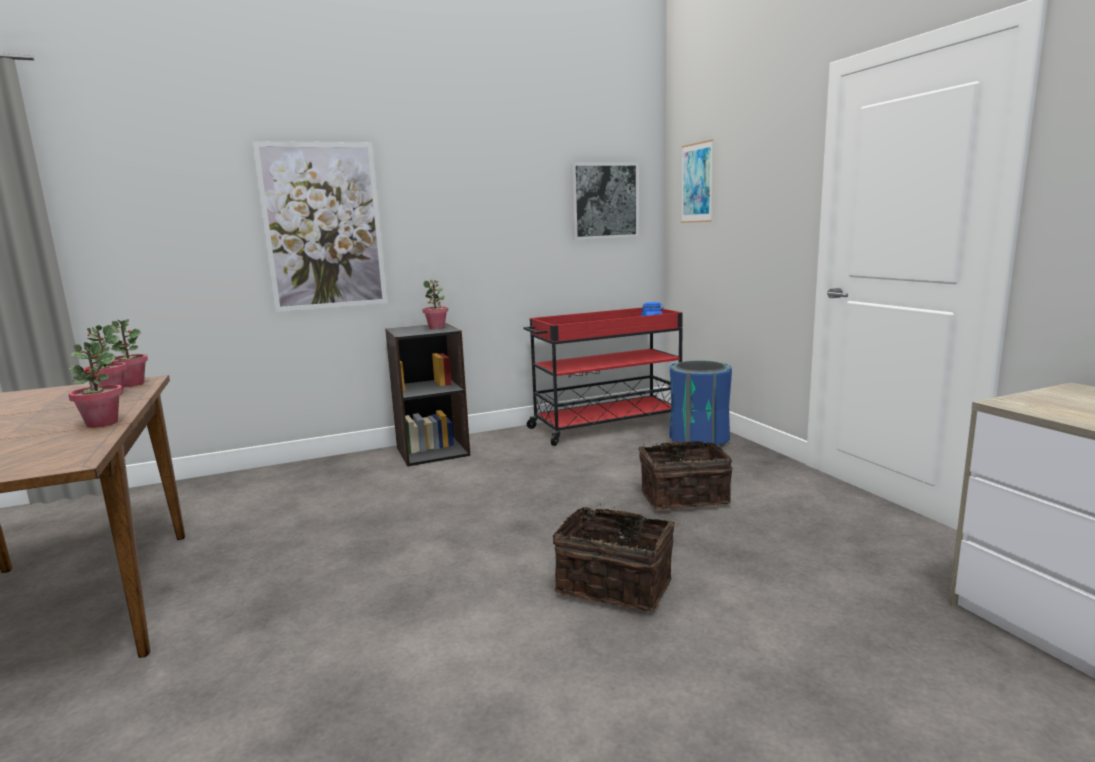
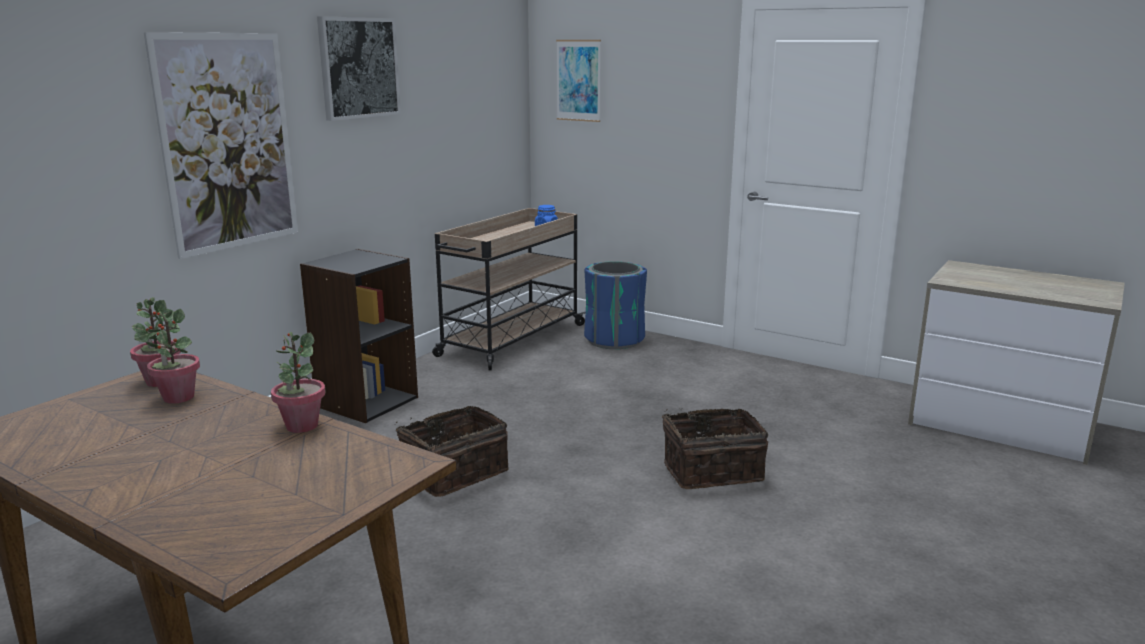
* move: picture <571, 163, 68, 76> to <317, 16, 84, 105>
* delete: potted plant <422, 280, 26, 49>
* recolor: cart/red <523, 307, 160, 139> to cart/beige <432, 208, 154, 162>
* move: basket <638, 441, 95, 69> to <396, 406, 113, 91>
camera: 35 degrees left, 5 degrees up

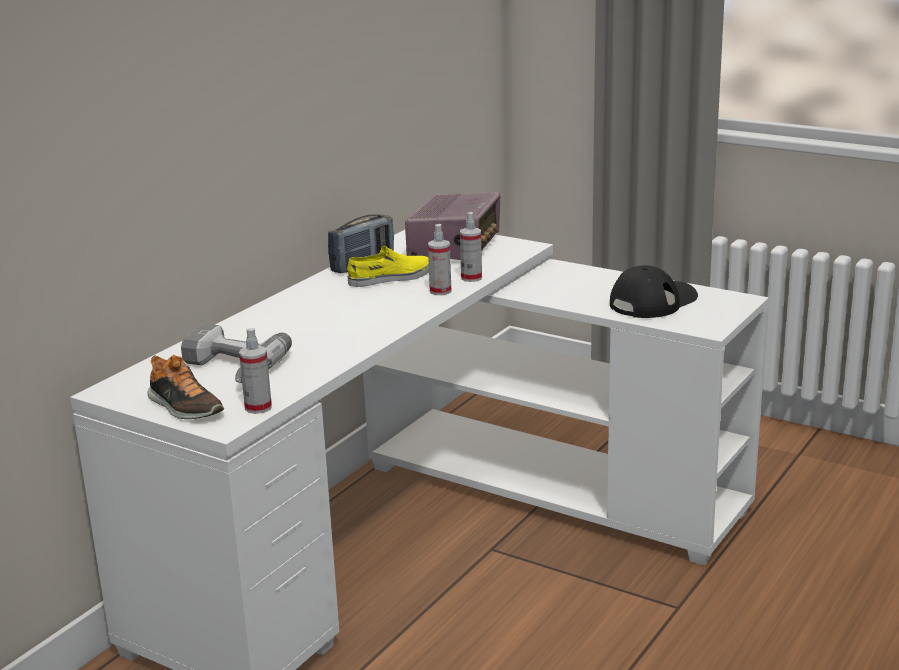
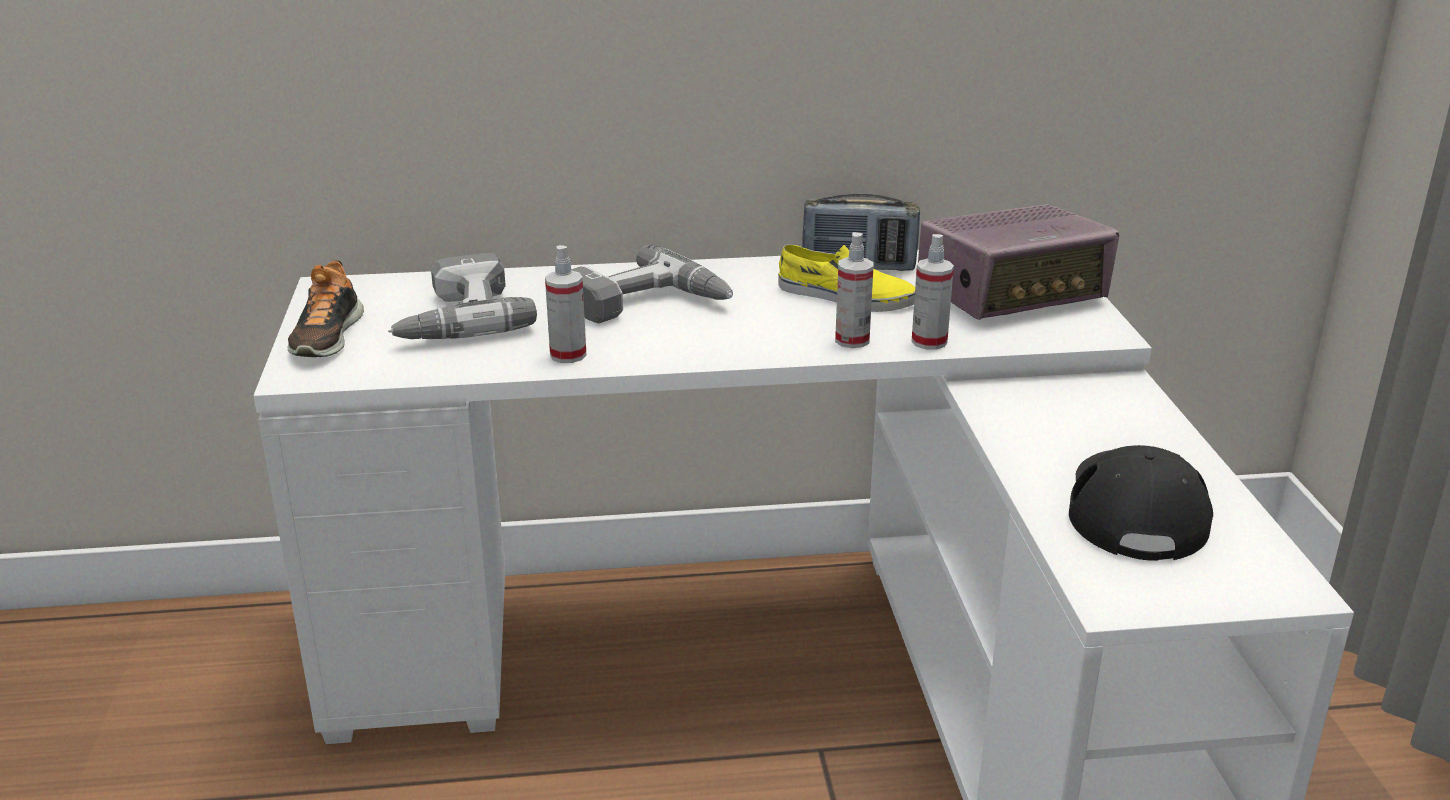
* rotate: cap/black <610, 265, 88, 53> = <1069, 445, 144, 116> 90 degrees counterclockwise
* move: spray bottle <239, 328, 33, 86> to <545, 245, 41, 118>
* insert: power drill <571, 245, 162, 78>
camera: 50 degrees right, 5 degrees up

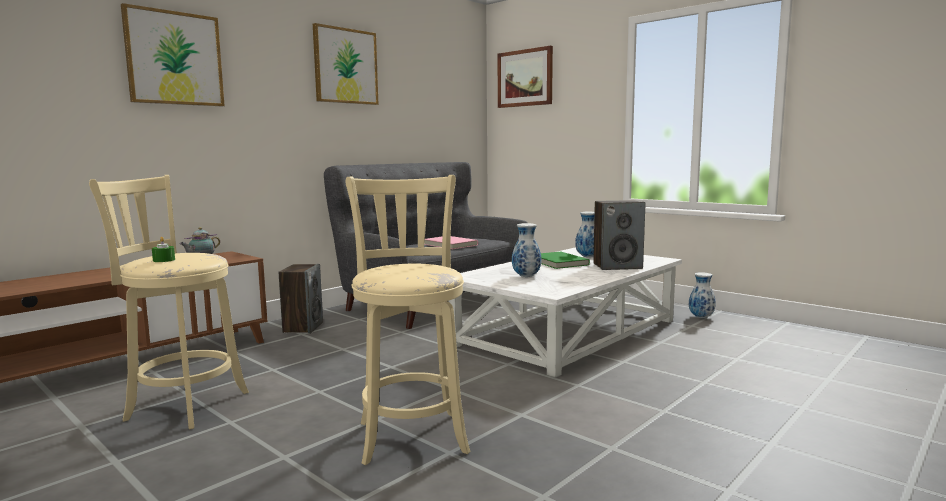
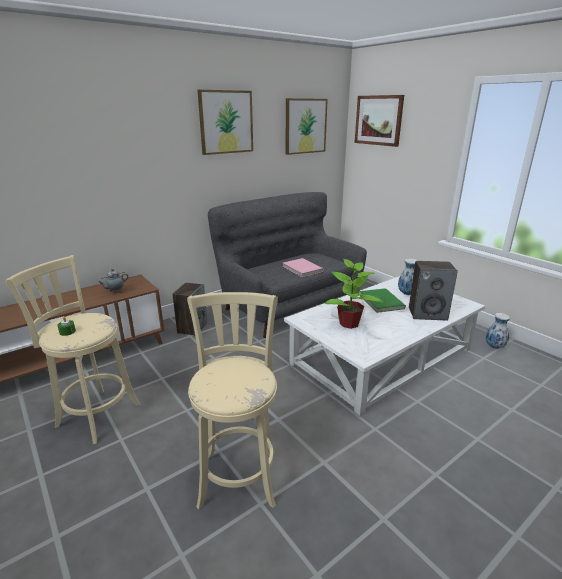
* move: picture <121, 3, 104, 103> to <286, 98, 42, 57>
* replace: vase <512, 223, 29, 54> to potted plant <325, 259, 60, 70>
camera: 10 degrees right, 15 degrees up

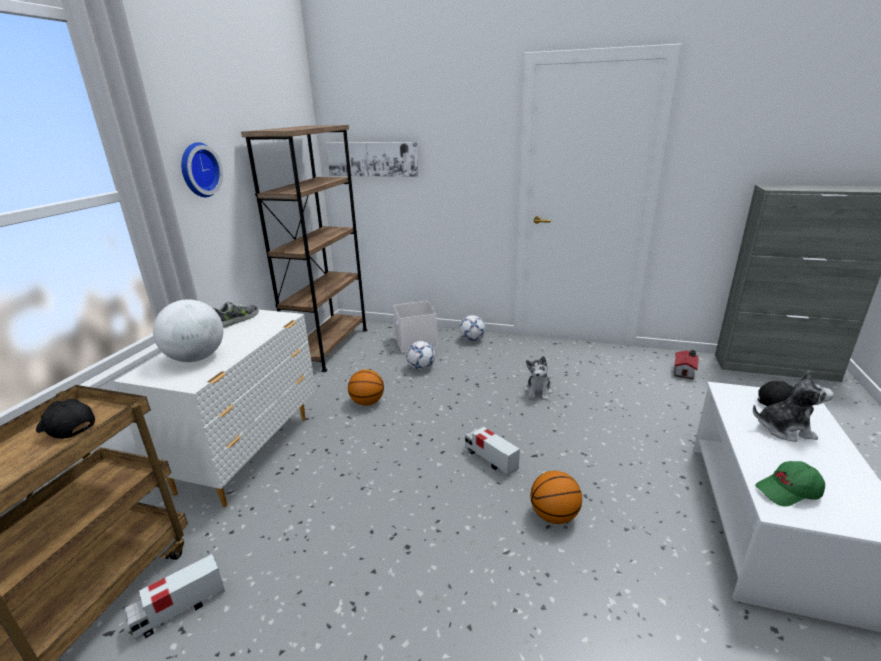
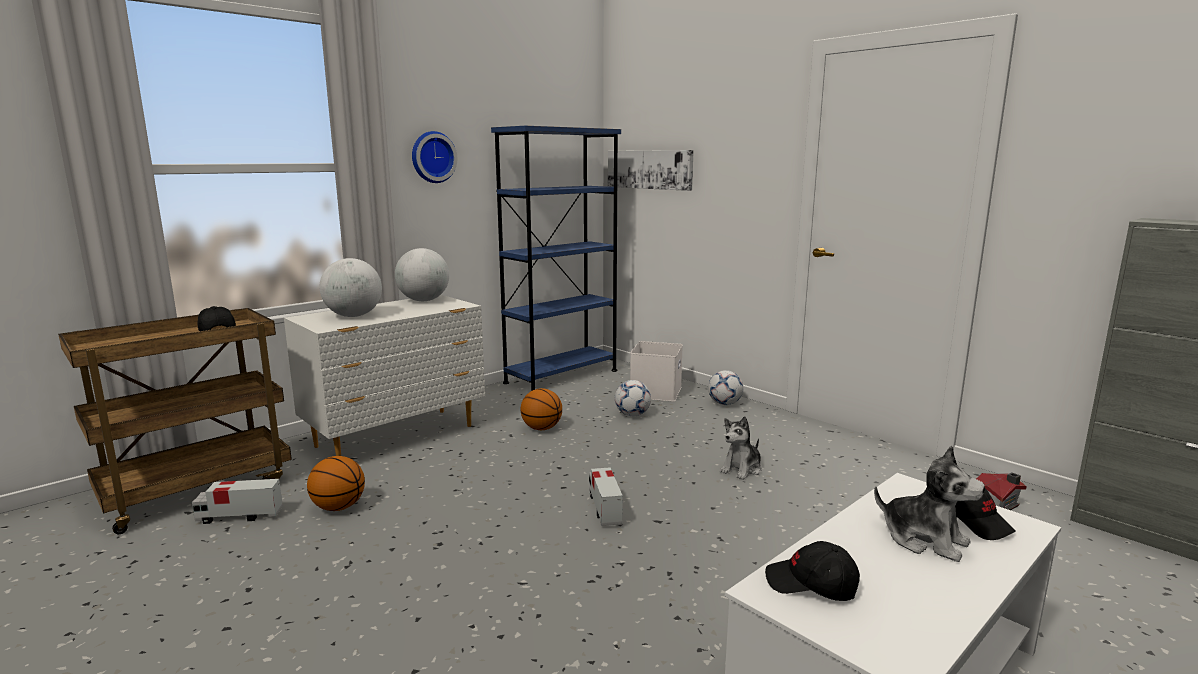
* recolor: bookcase/brown <241, 125, 127, 247> to bookcase/blue <491, 126, 130, 265>
* replace: shoe <213, 302, 46, 26> to globe <395, 248, 54, 53>
* recolor: cap/green <755, 461, 70, 46> to cap/black <765, 541, 95, 60>
* move: basketball <530, 471, 52, 53> to <307, 456, 58, 55>
camera: 30 degrees right, 10 degrees down

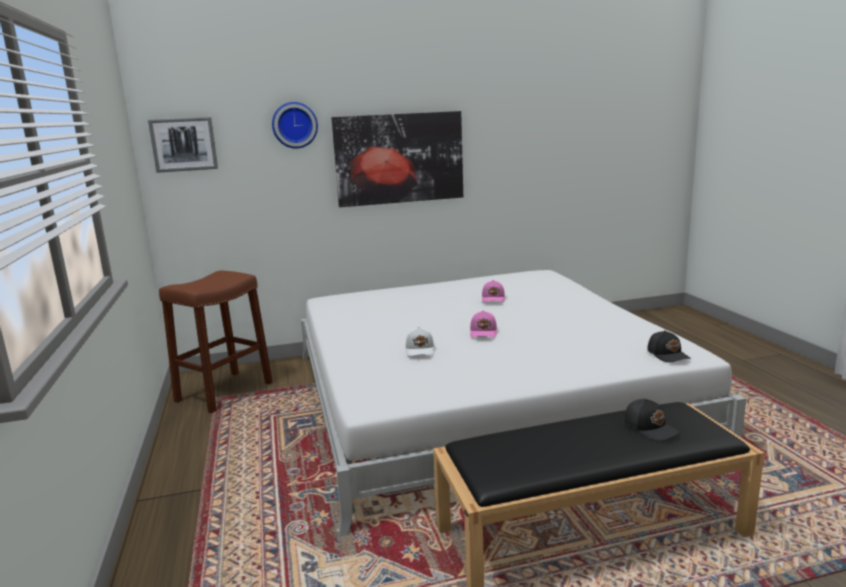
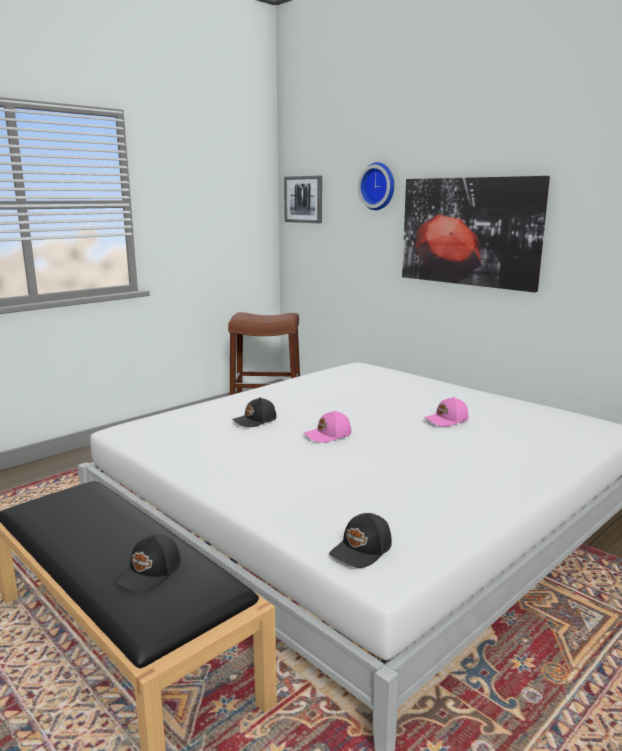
* recolor: cap/white <406, 327, 28, 29> to cap/black <232, 397, 45, 30>
camera: 60 degrees right, 0 degrees up

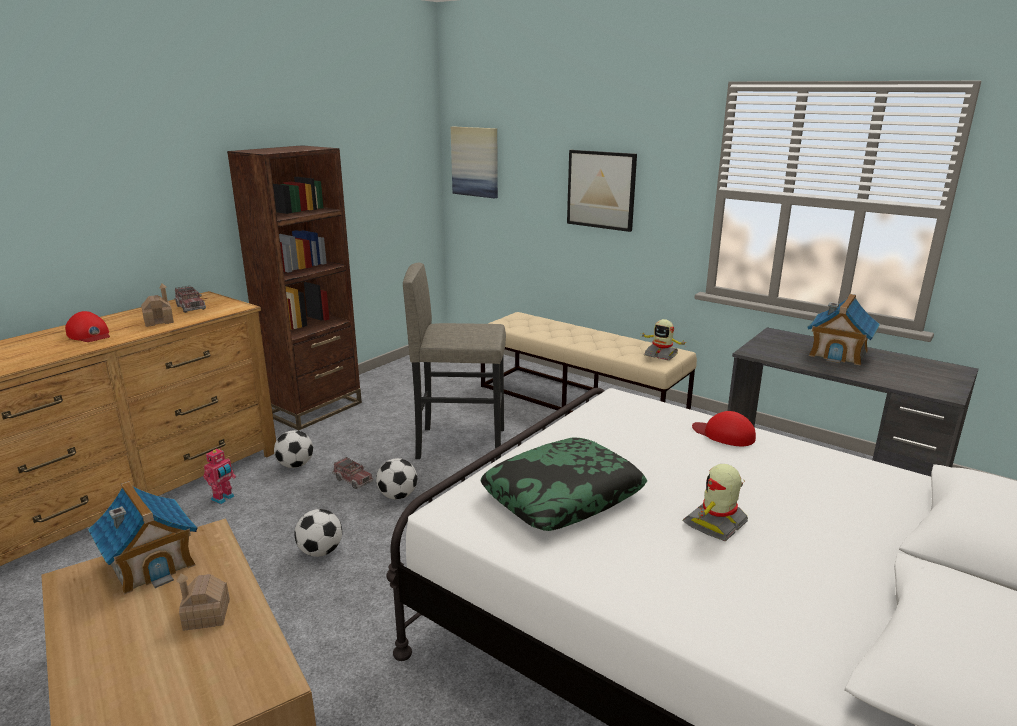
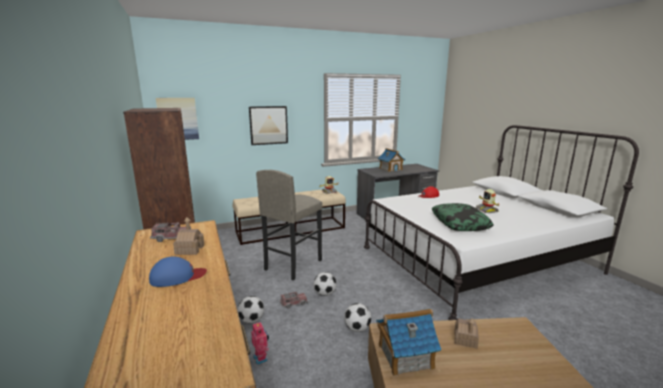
* recolor: cap/red <65, 311, 45, 31> to cap/blue <149, 257, 58, 30>
camera: 60 degrees left, 5 degrees down

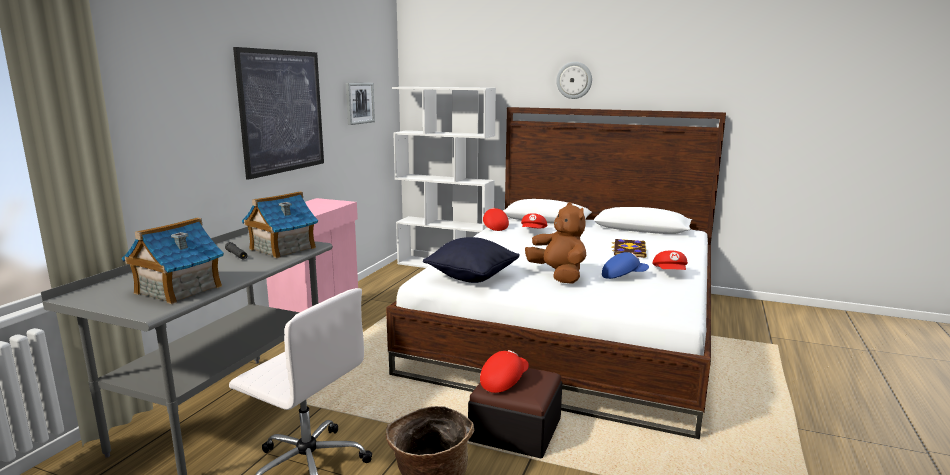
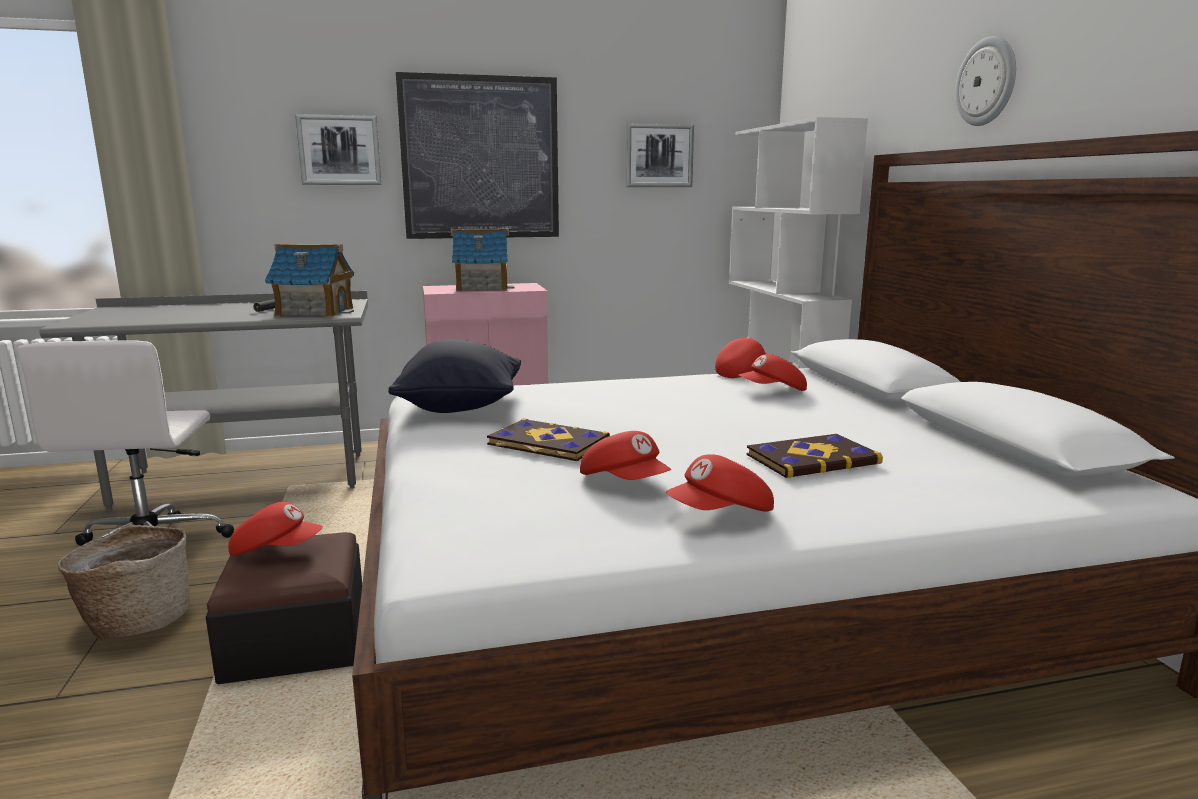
* replace: plush toy/brown <525, 202, 61, 82> to book <487, 418, 123, 43>
* move: toy house <122, 218, 102, 86> to <451, 229, 63, 63>
* recolor: cap/blue <602, 252, 47, 27> to cap/red <580, 431, 91, 49>
* insert: picture <295, 114, 87, 71>
camera: 55 degrees right, 0 degrees up

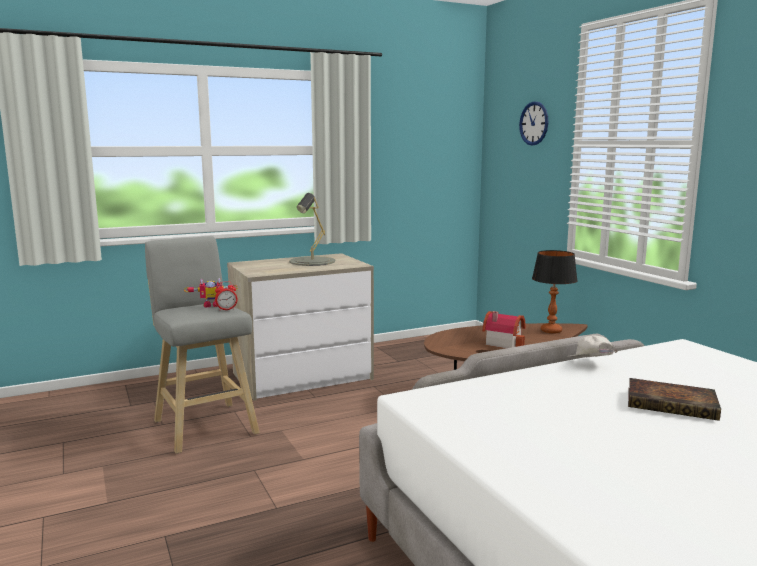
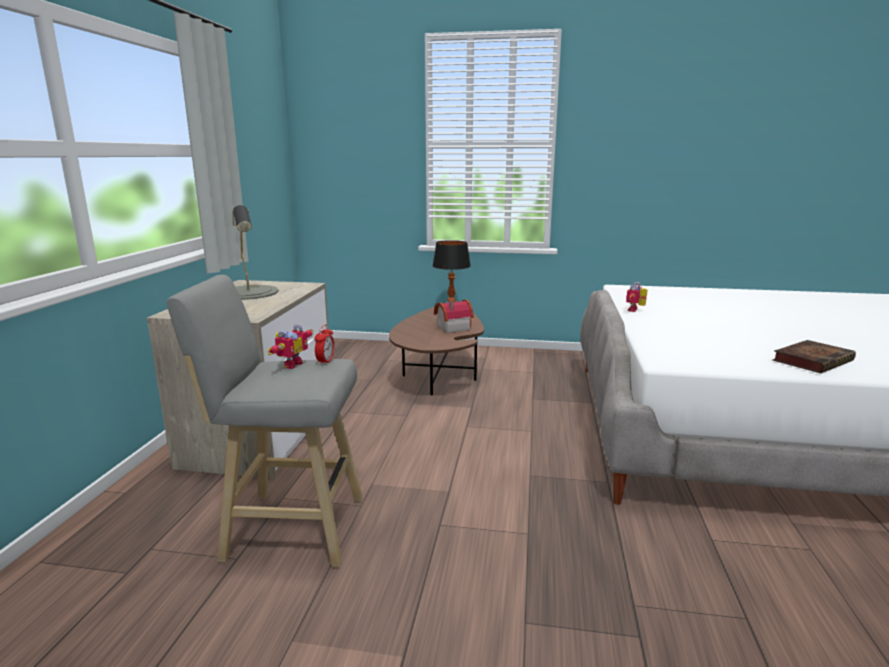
* delete: wall clock <519, 101, 29, 45>
* replace: cap/white <568, 335, 50, 23> to toy robot <626, 282, 22, 30>
* move: book <628, 378, 93, 43> to <772, 340, 84, 33>
camera: 55 degrees left, 5 degrees up

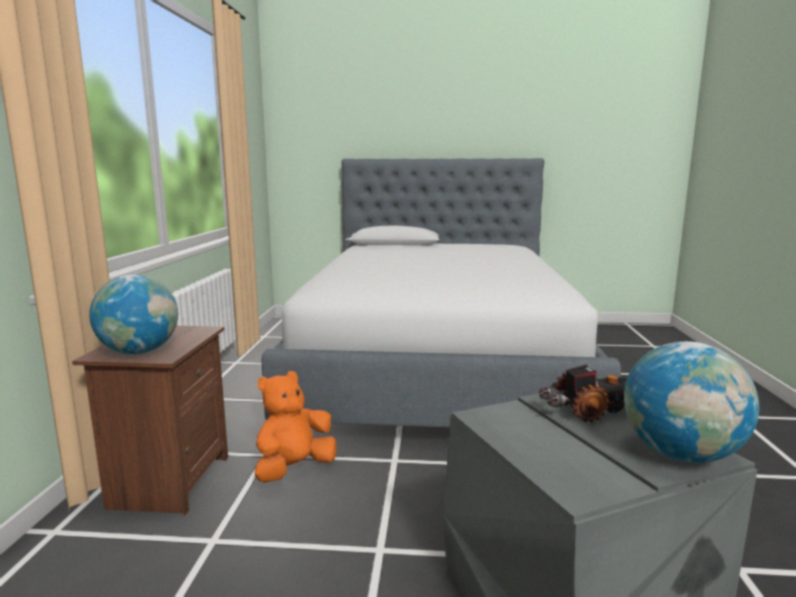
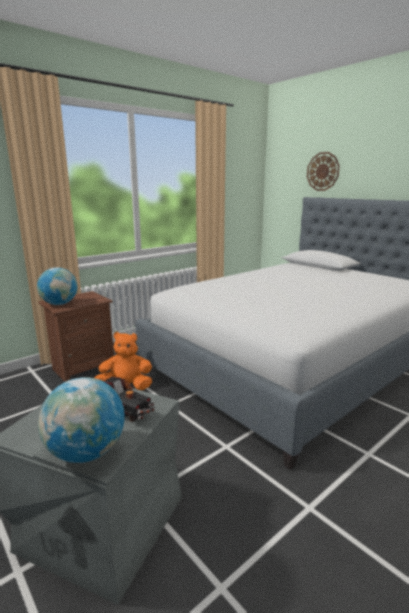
* insert: wall clock <307, 152, 33, 39>
camera: 45 degrees right, 5 degrees up

